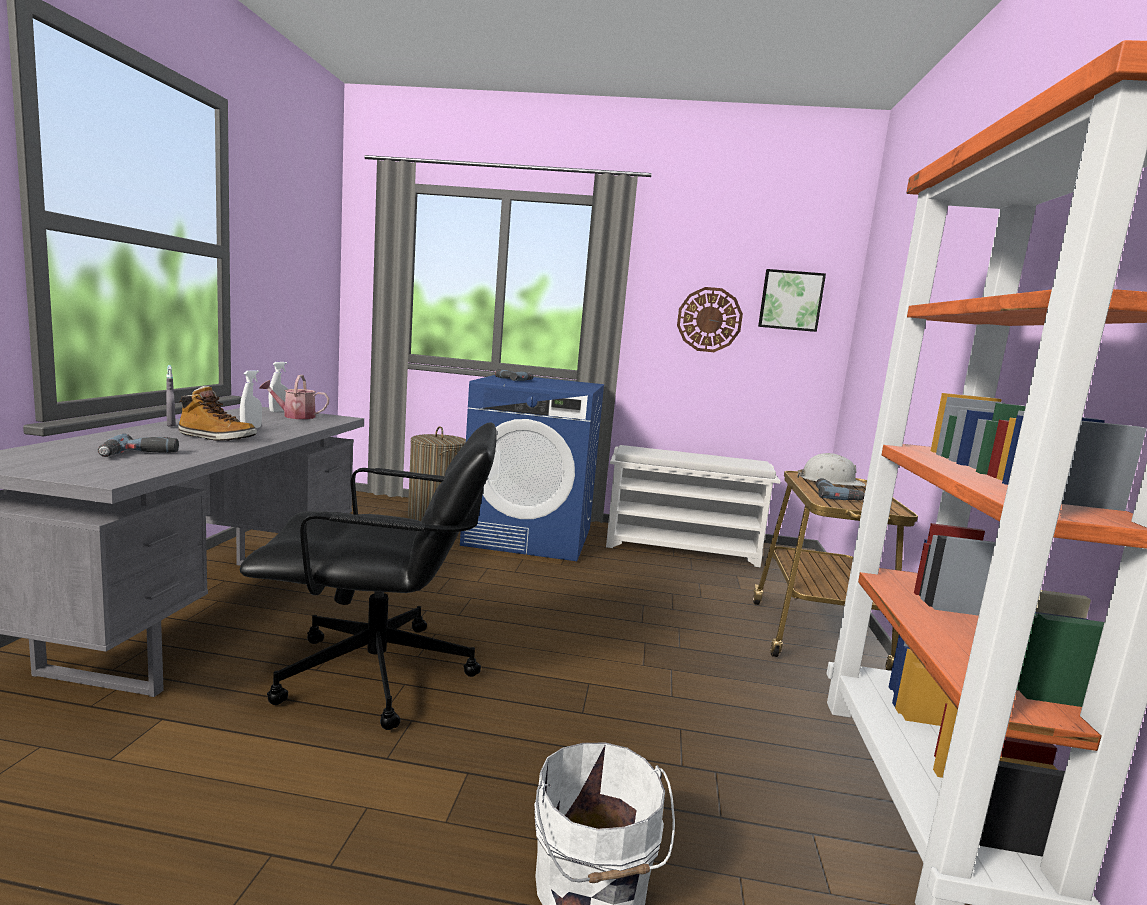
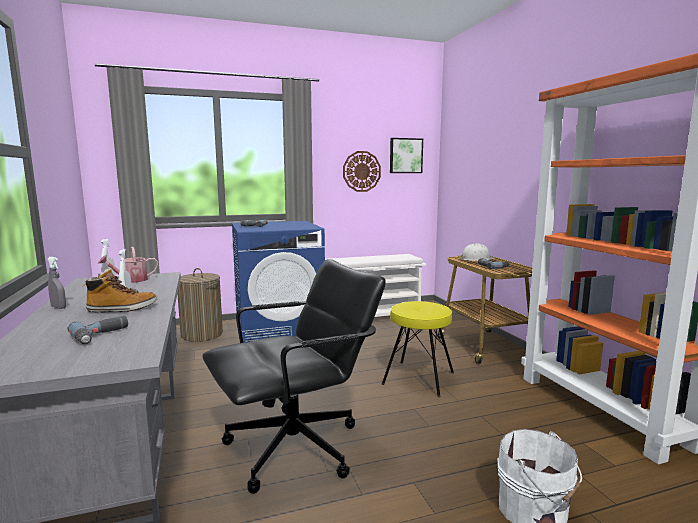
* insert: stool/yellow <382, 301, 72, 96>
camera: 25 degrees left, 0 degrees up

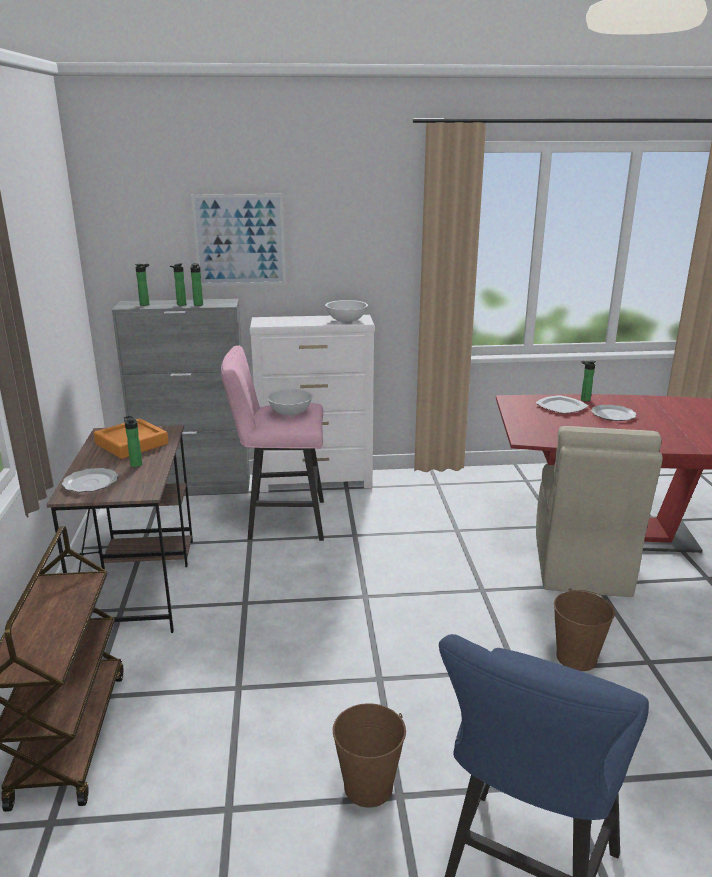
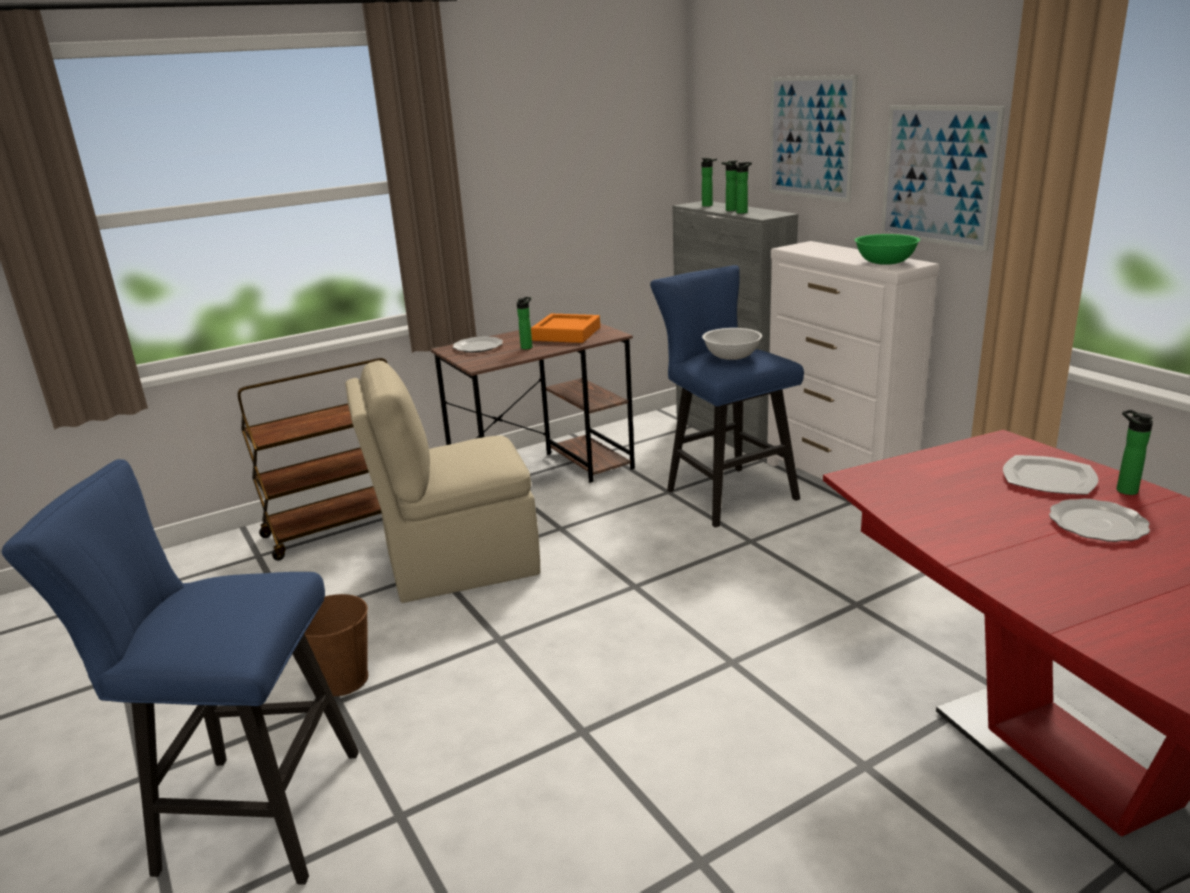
* recolor: bowl/white <325, 300, 43, 22> to bowl/green <855, 234, 65, 31>
* recolor: stool/pink <221, 345, 103, 196> to stool/blue <650, 265, 154, 262>
* move: chair/beige <536, 426, 127, 171> to <345, 360, 195, 243>
* delete: bucket/brown <554, 588, 61, 83>
* insert: picture <881, 105, 124, 146>
camera: 65 degrees right, 0 degrees up

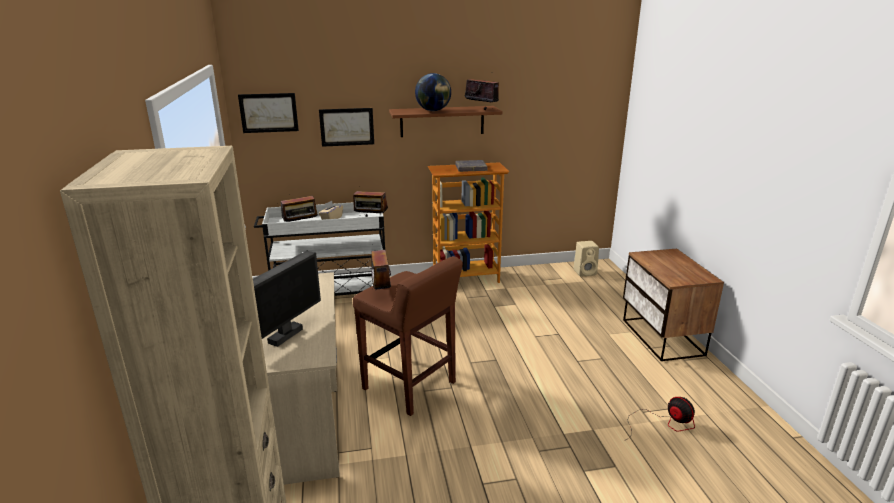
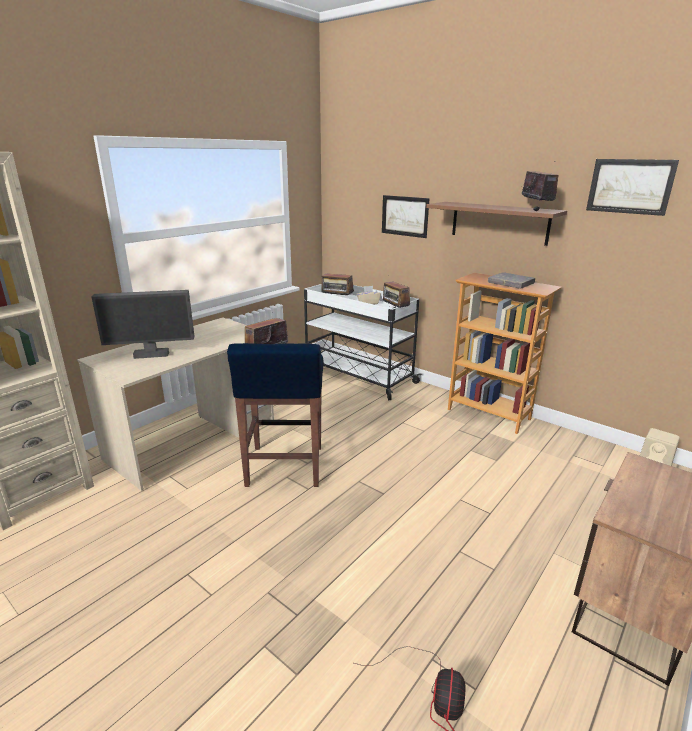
* delete: globe <415, 73, 36, 38>
* move: picture <238, 93, 61, 40> to <586, 159, 93, 57>
* recolor: stool/brown <353, 256, 110, 160> to stool/blue <227, 343, 97, 144>
camera: 50 degrees right, 0 degrees up

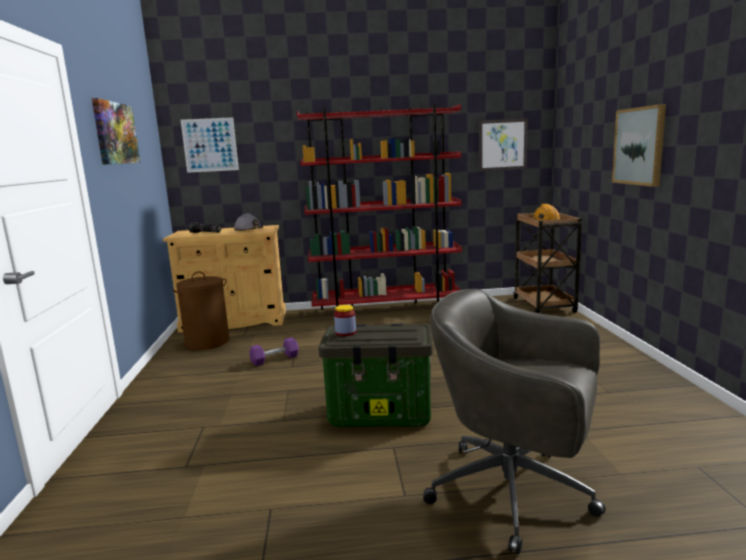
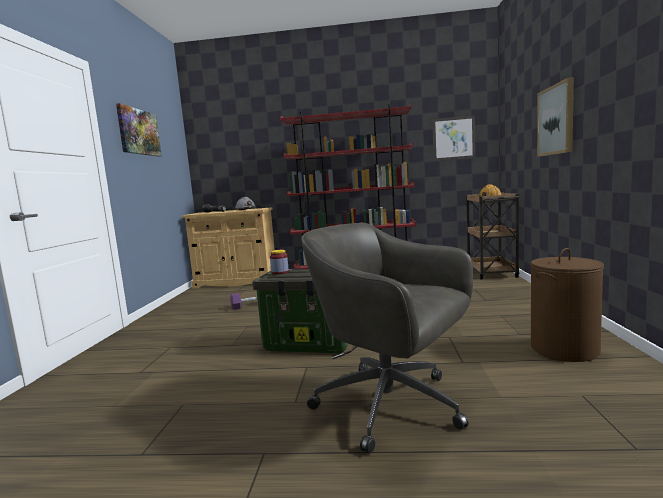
* delete: picture <181, 117, 58, 56>
* move: laundry basket/brown <172, 271, 57, 79> to <531, 248, 73, 114>
camera: 10 degrees right, 5 degrees down

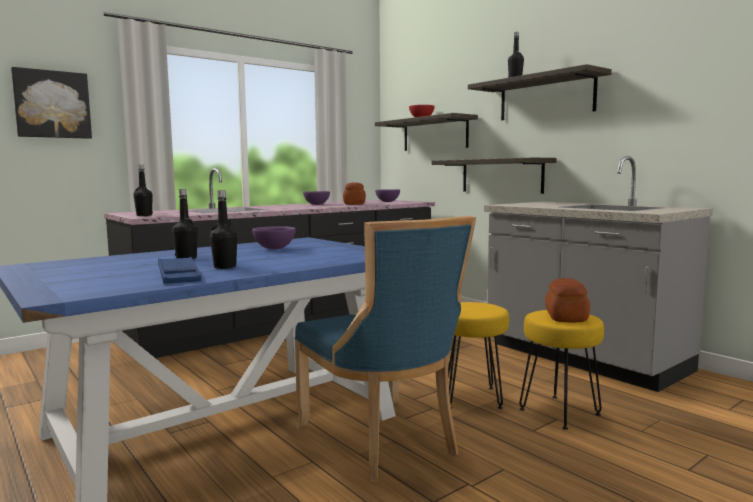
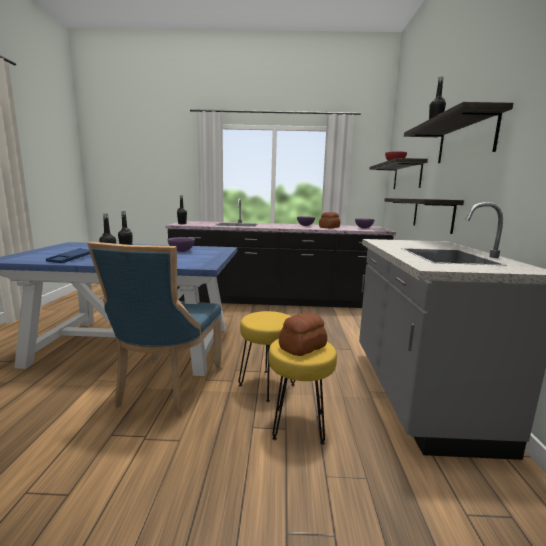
* delete: picture <11, 67, 81, 72>
camera: 40 degrees right, 5 degrees up

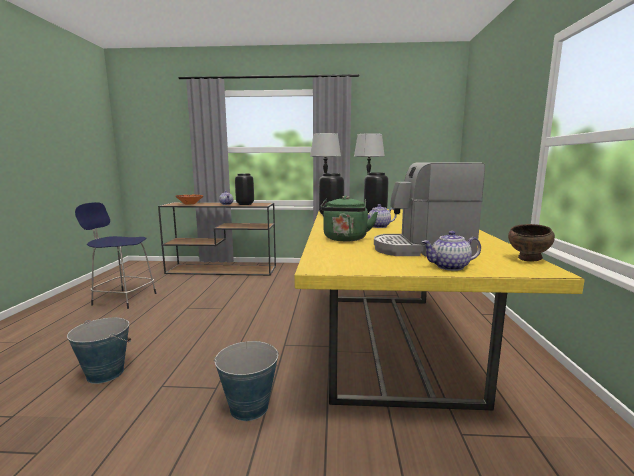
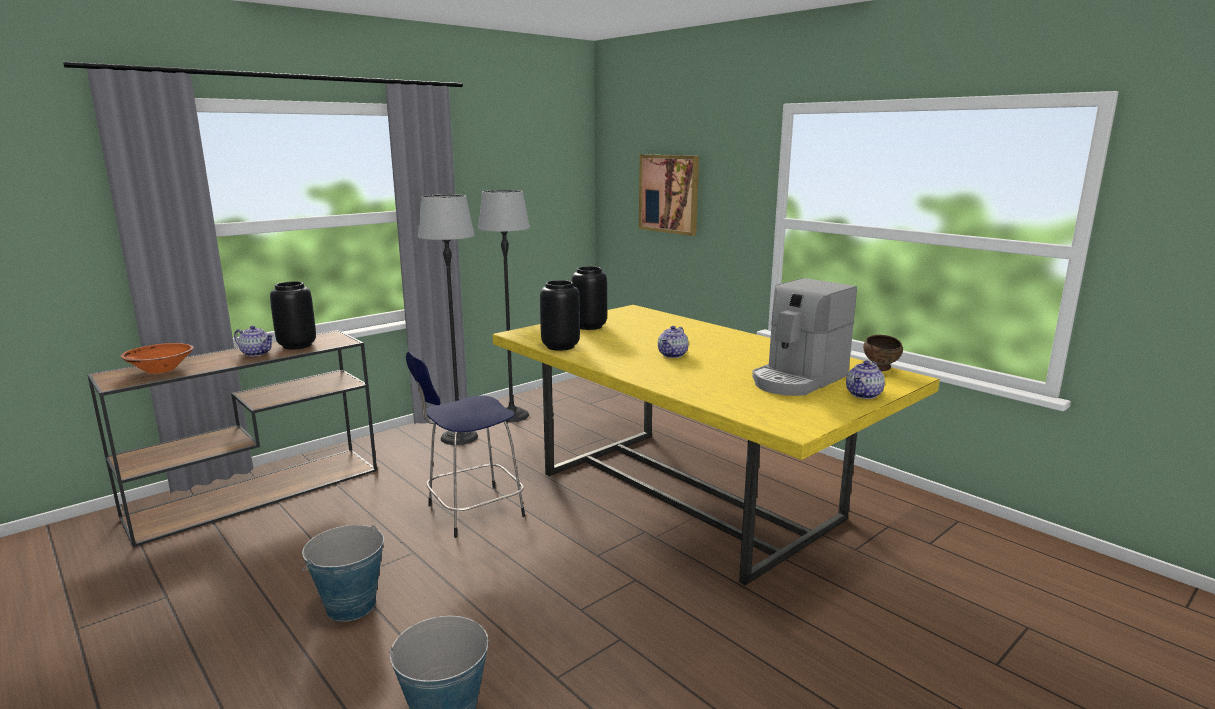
* delete: kettle/green <320, 196, 58, 45>
* move: stool/blue <75, 202, 81, 107> to <406, 352, 119, 186>
* move: bucket <214, 341, 65, 80> to <302, 525, 82, 97>
* insert: picture <639, 154, 60, 82>
camera: 45 degrees left, 5 degrees up

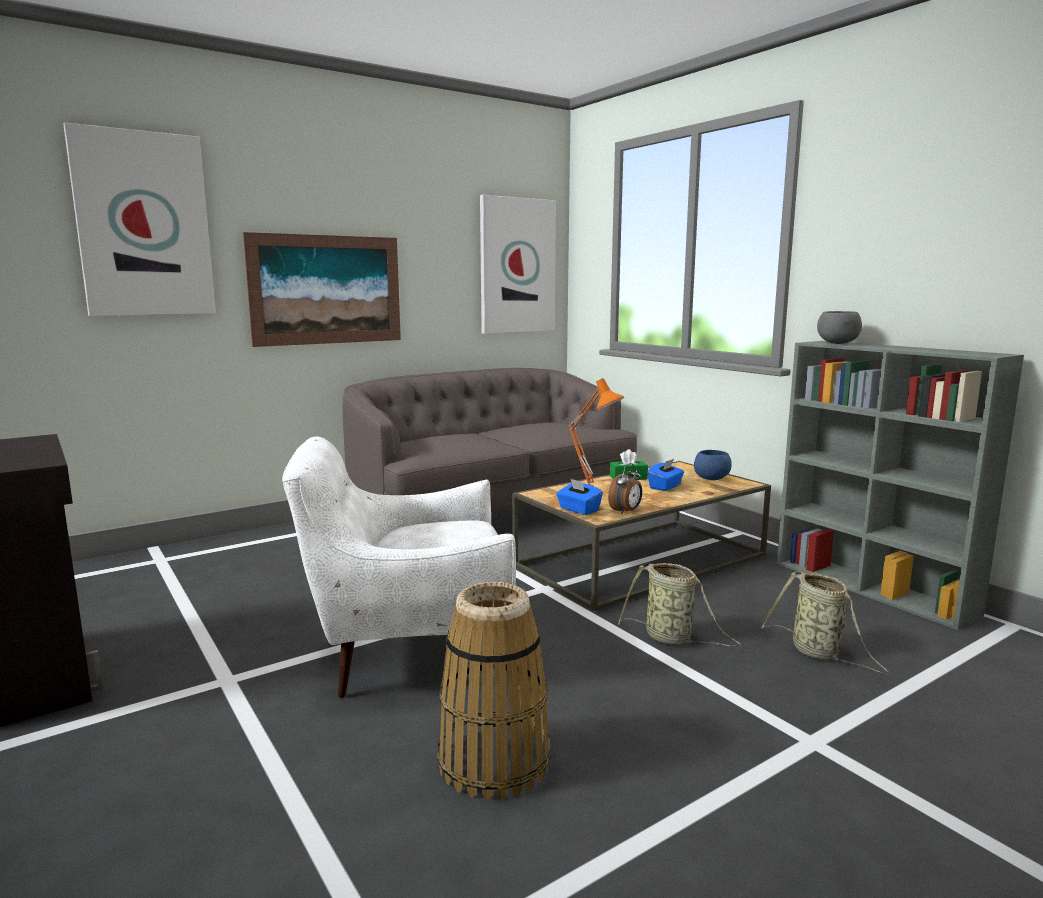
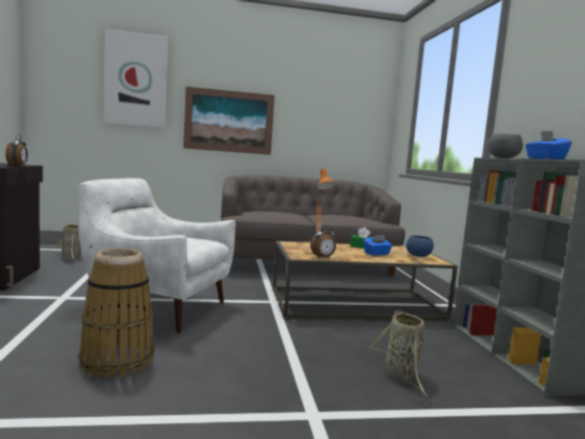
* delete: picture <480, 195, 76, 139>
* move: tissue box/blue <556, 478, 47, 37> to <525, 131, 47, 28>
* move: basket <618, 563, 123, 83> to <56, 224, 25, 38>
* insert: alarm clock <6, 134, 22, 32>
camera: 25 degrees right, 5 degrees down

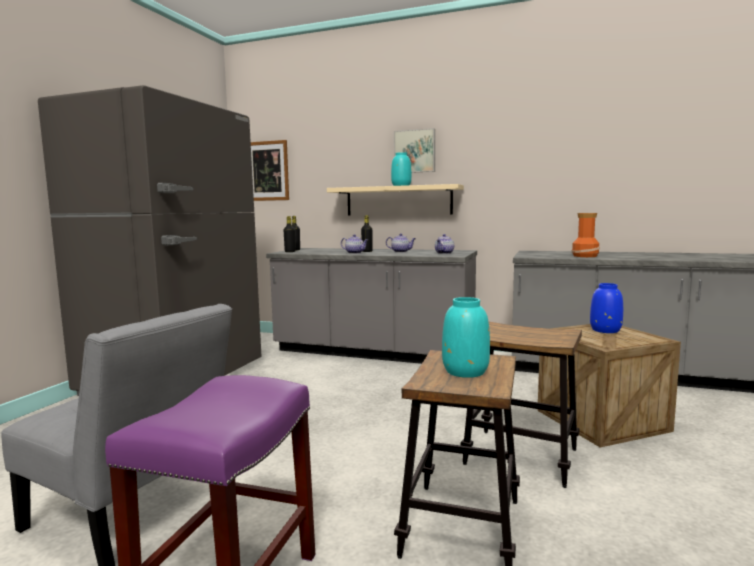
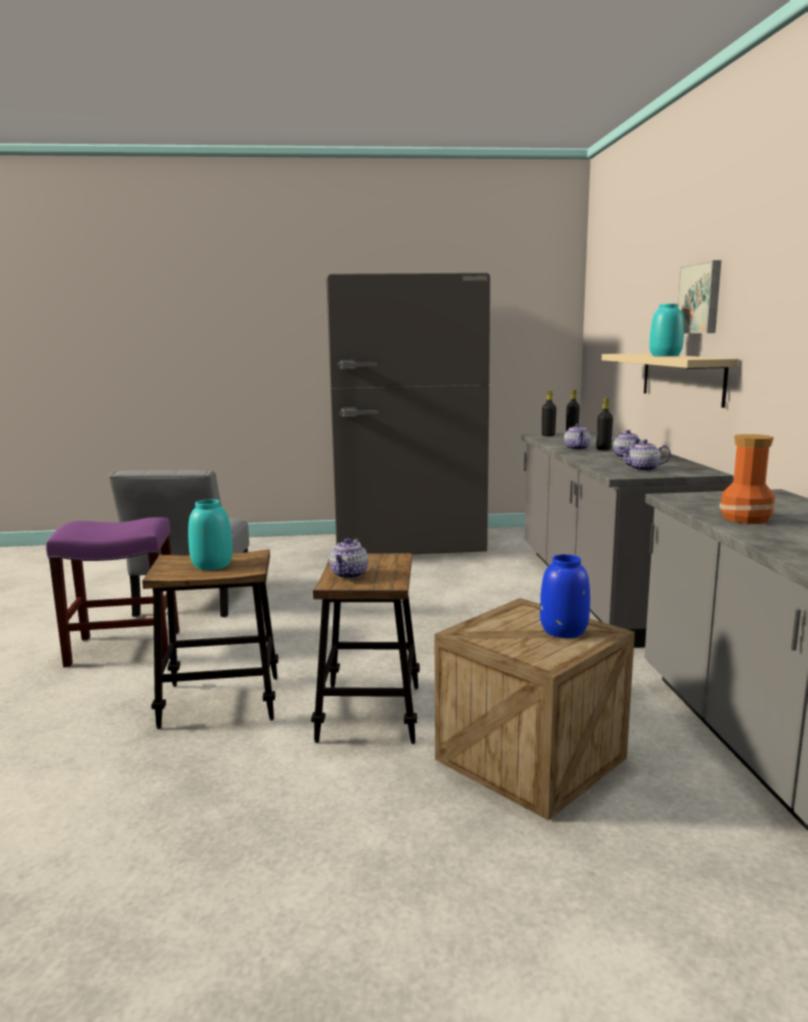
* delete: picture <251, 140, 38, 61>
* insert: teapot <329, 538, 40, 41>
camera: 65 degrees right, 5 degrees up

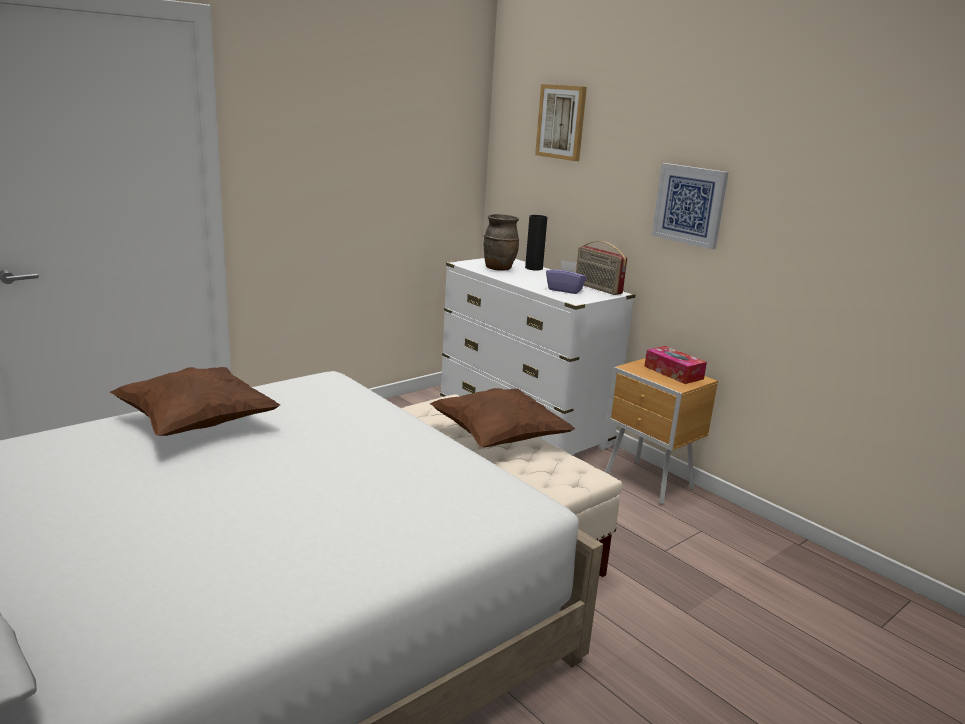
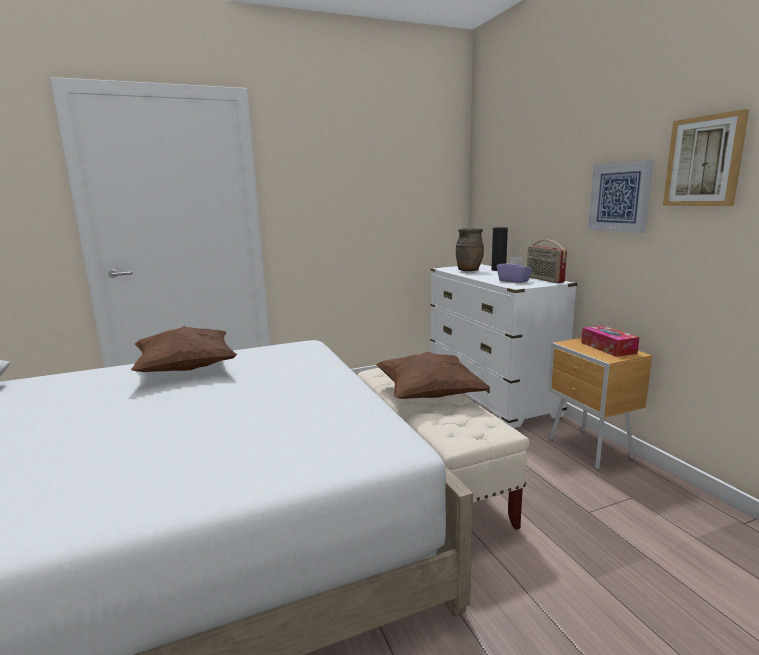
* move: picture <535, 84, 52, 77> to <663, 109, 86, 97>
camera: 20 degrees right, 5 degrees down

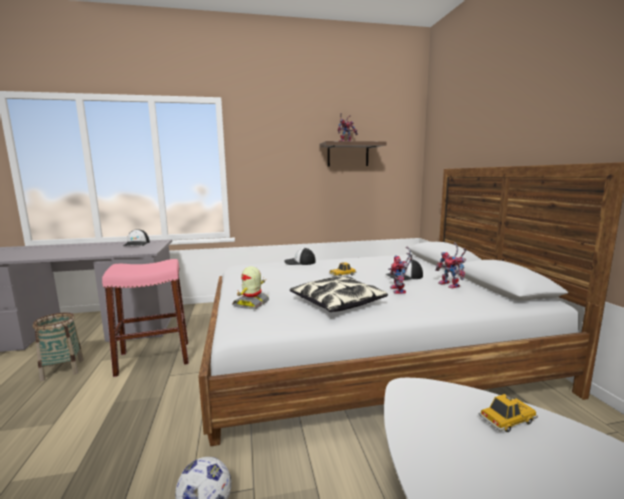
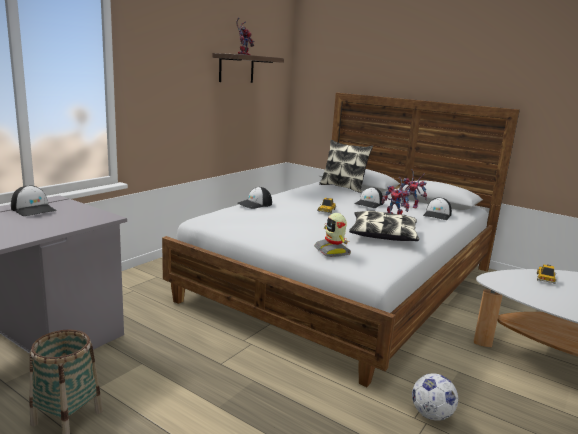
* delete: stool/pink <102, 259, 87, 118>
* insert: pillow <319, 140, 54, 53>
* insert: cap <423, 198, 29, 22>
camera: 45 degrees left, 5 degrees up

